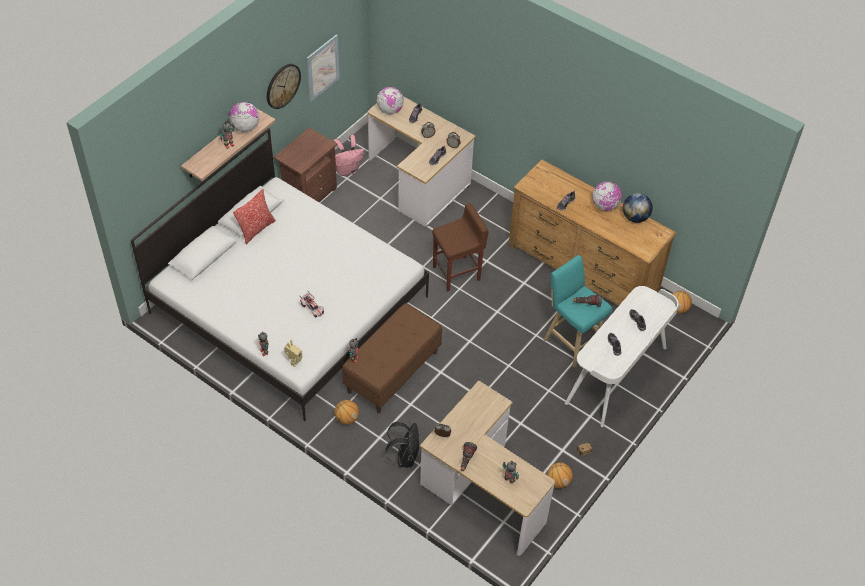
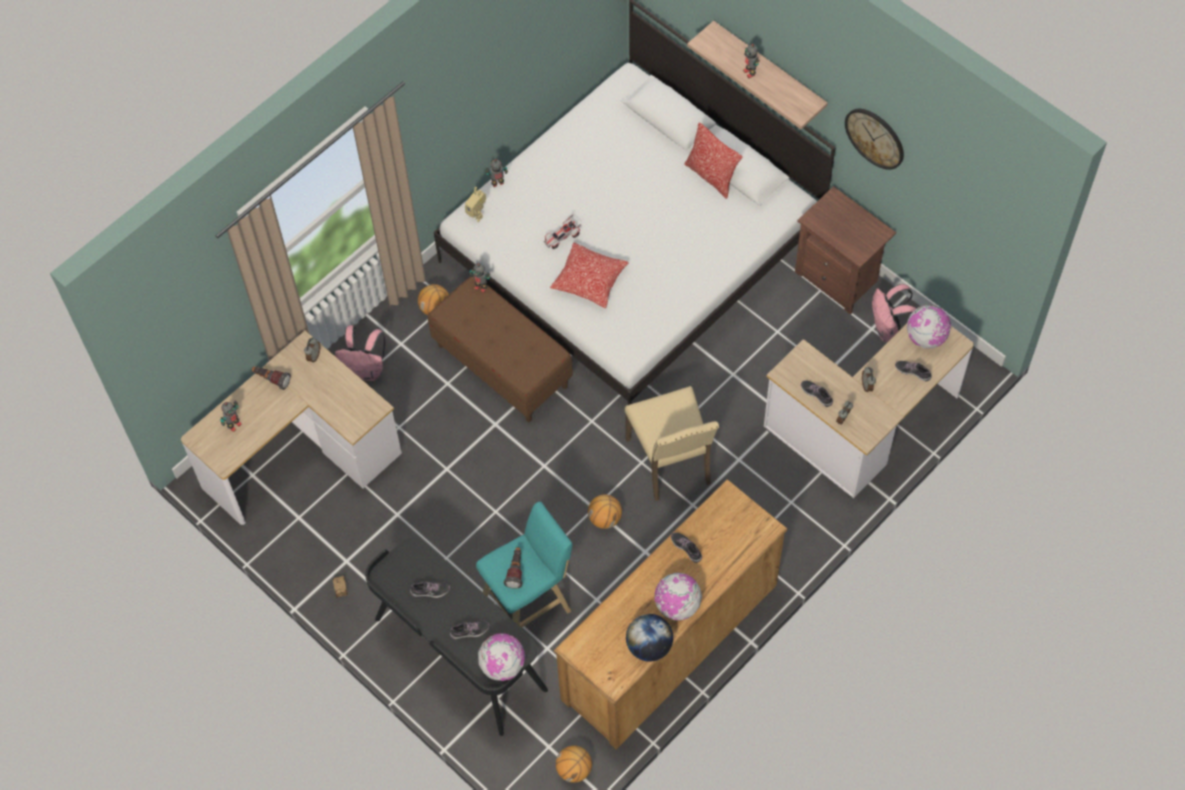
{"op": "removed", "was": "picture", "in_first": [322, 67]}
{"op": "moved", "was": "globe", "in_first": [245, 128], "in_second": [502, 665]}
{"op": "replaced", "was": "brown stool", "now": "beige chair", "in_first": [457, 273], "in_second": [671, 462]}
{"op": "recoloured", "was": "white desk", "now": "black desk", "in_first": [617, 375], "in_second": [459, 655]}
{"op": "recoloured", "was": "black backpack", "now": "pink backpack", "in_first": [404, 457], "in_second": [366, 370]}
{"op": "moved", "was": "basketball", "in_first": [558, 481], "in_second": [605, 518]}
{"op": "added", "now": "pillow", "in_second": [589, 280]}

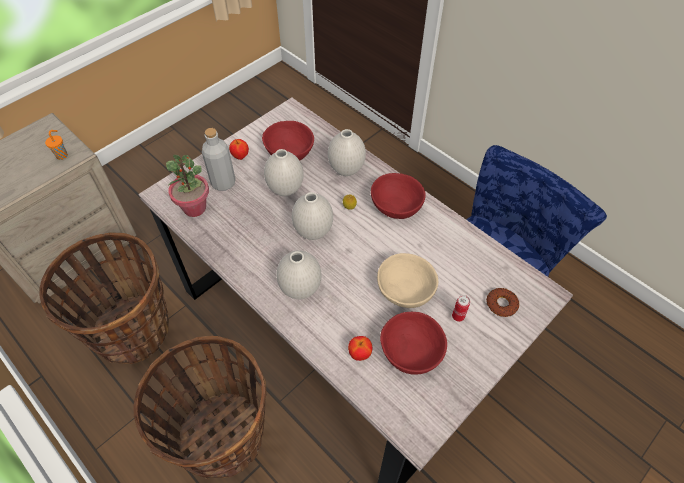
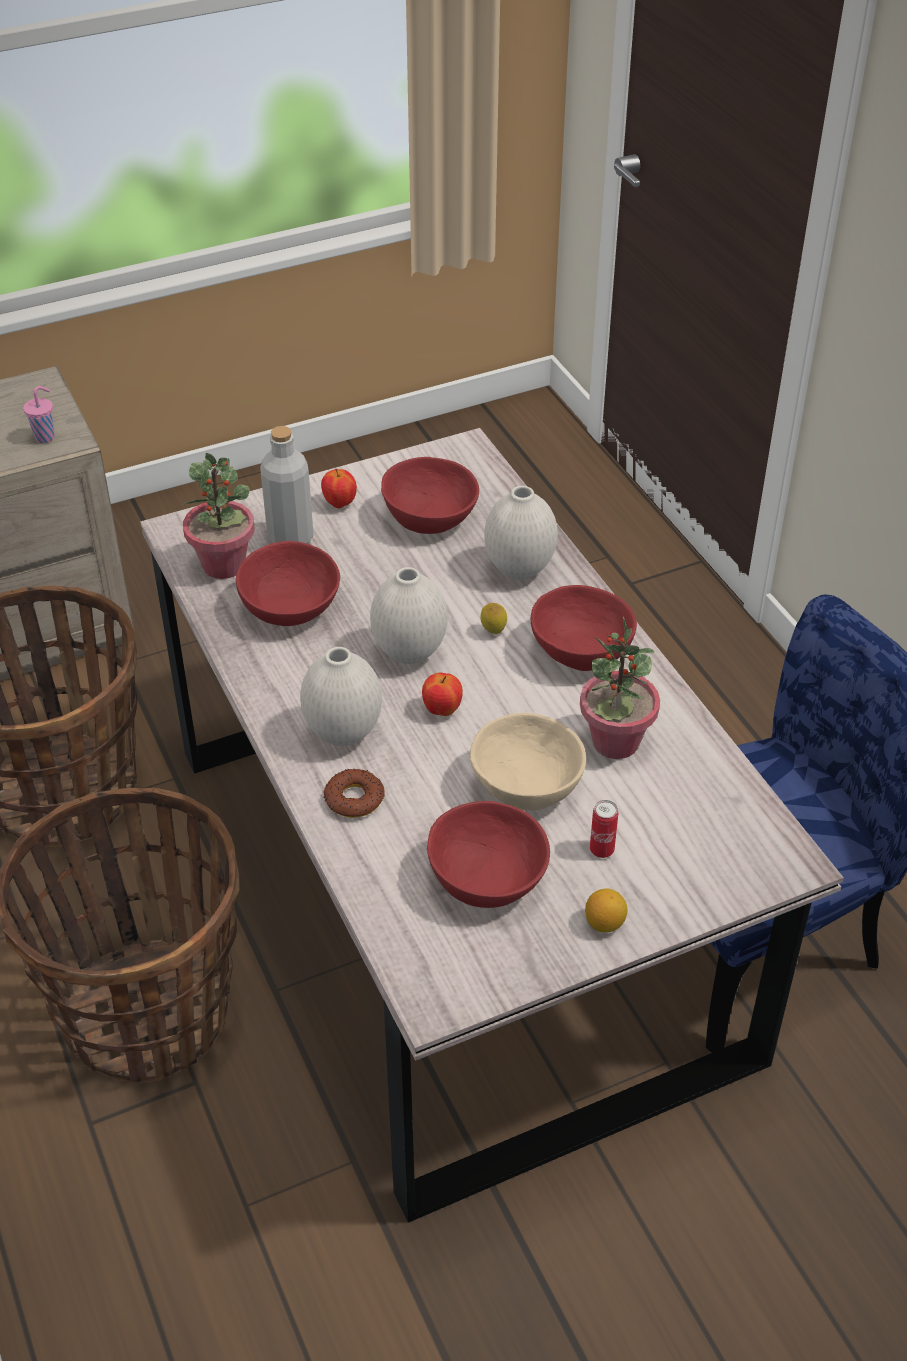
{"op": "recoloured", "was": "orange cup", "now": "pink cup", "in_first": [62, 155], "in_second": [45, 437]}
{"op": "removed", "was": "white vase", "in_first": [285, 190]}
{"op": "moved", "was": "donut", "in_first": [501, 304], "in_second": [354, 798]}
{"op": "moved", "was": "apple", "in_first": [359, 354], "in_second": [442, 710]}
{"op": "added", "now": "red bowl", "in_second": [288, 607]}
{"op": "added", "now": "potted plant", "in_second": [615, 742]}
{"op": "added", "now": "lemon", "in_second": [604, 923]}

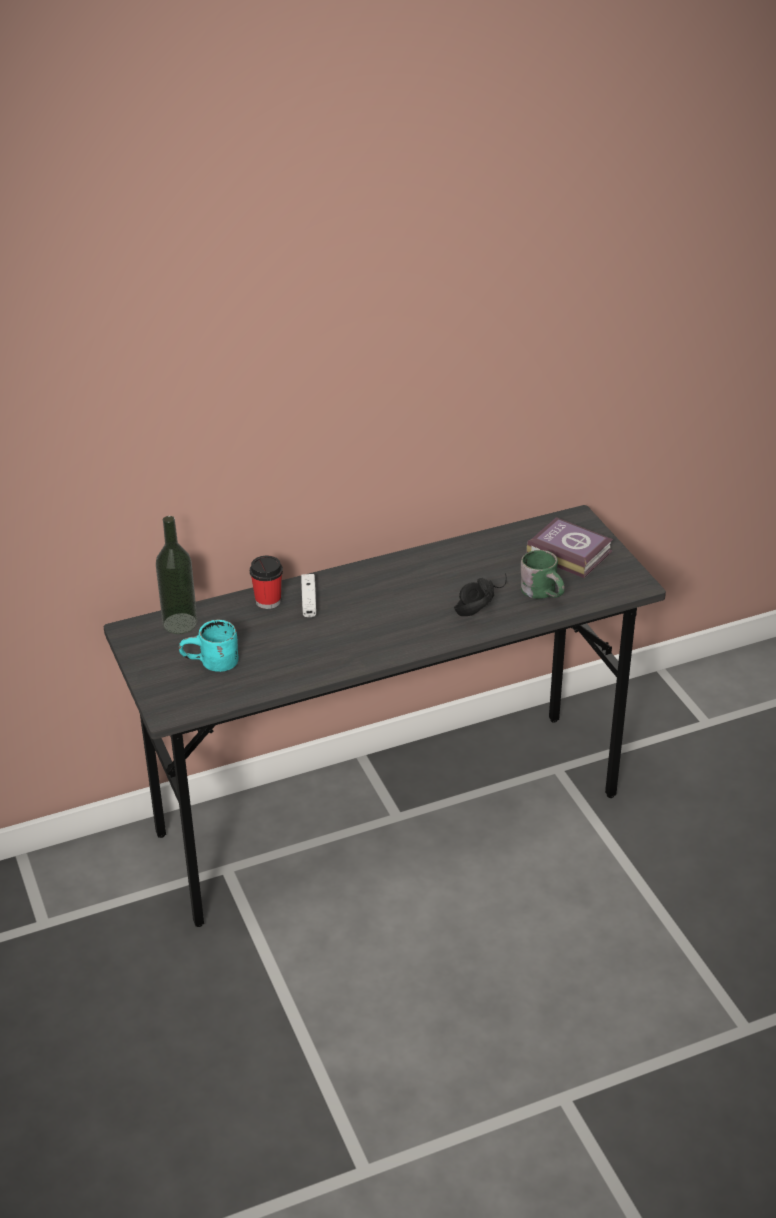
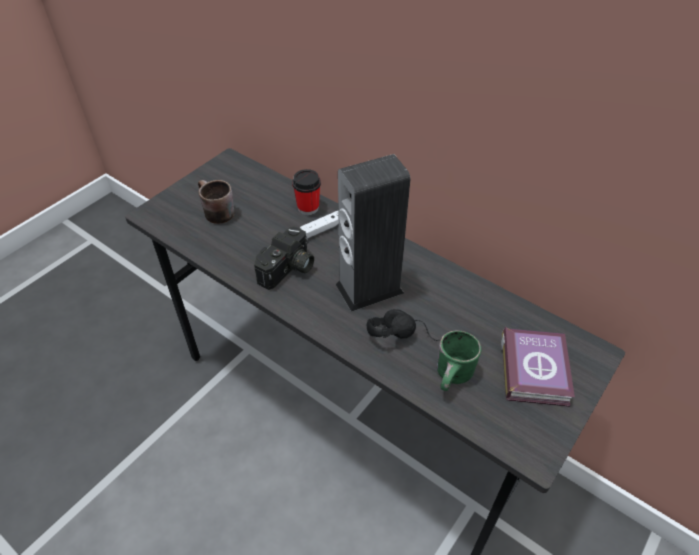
{"op": "removed", "was": "bottle", "in_first": [180, 623]}
{"op": "recoloured", "was": "turquoise mug", "now": "brown mug", "in_first": [212, 665], "in_second": [214, 212]}
{"op": "added", "now": "speaker", "in_second": [369, 288]}
{"op": "added", "now": "photo camera", "in_second": [288, 270]}

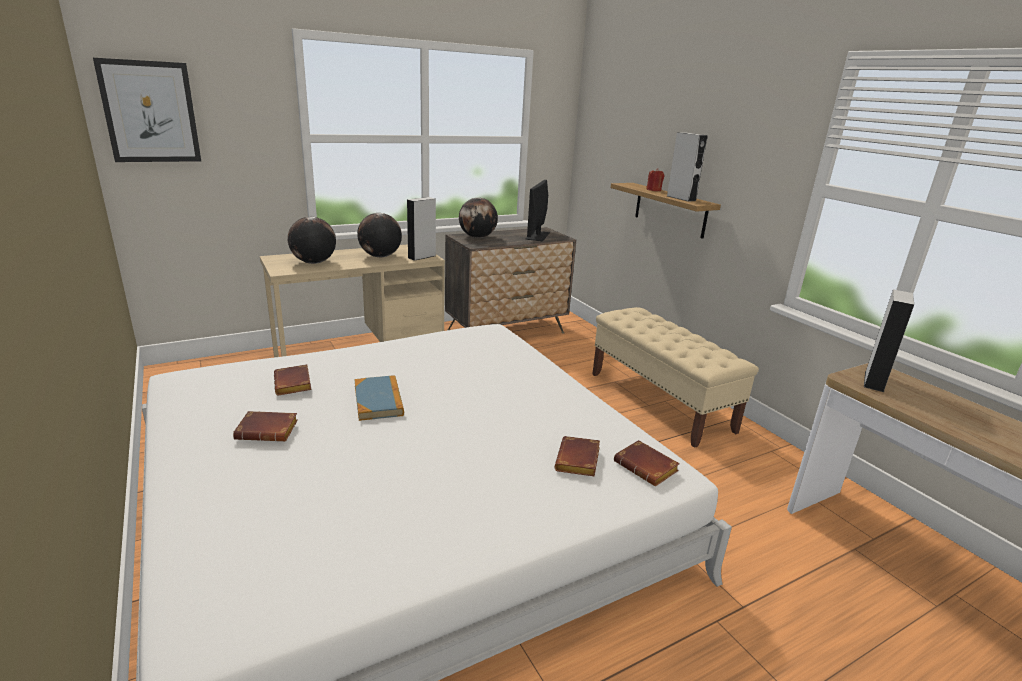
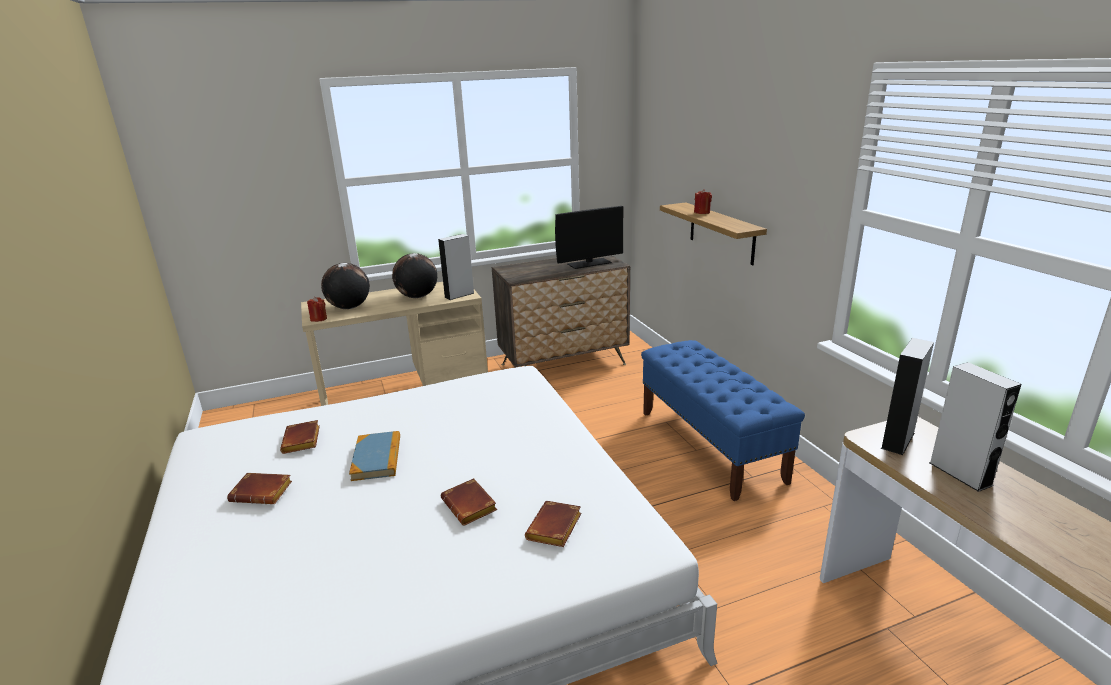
{"op": "removed", "was": "picture", "in_first": [150, 112]}
{"op": "moved", "was": "grey speaker", "in_first": [681, 198], "in_second": [960, 474]}
{"op": "turned", "was": "monitor", "in_first": [537, 236], "in_second": [589, 263], "clockwise": -135}
{"op": "removed", "was": "globe", "in_first": [477, 237]}
{"op": "recoloured", "was": "beige bench", "now": "blue bench", "in_first": [660, 401], "in_second": [710, 445]}
{"op": "moved", "was": "brown book", "in_first": [647, 468], "in_second": [471, 506]}
{"op": "added", "now": "red candle", "in_second": [318, 319]}

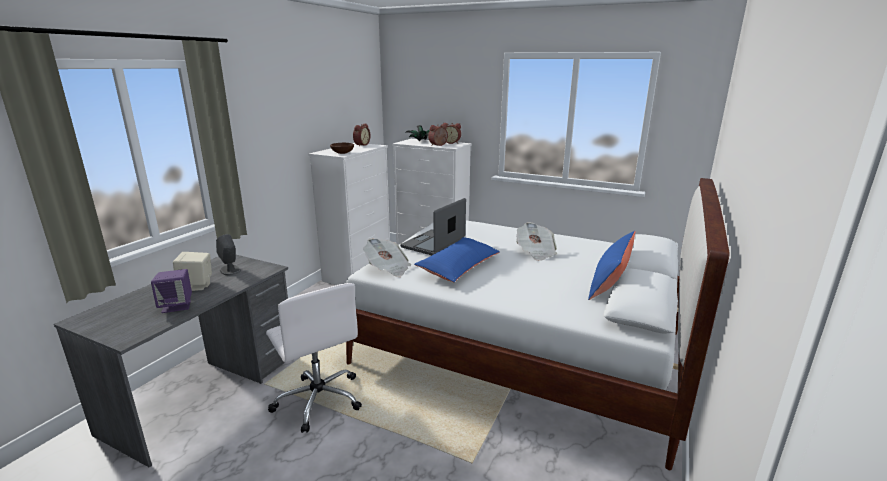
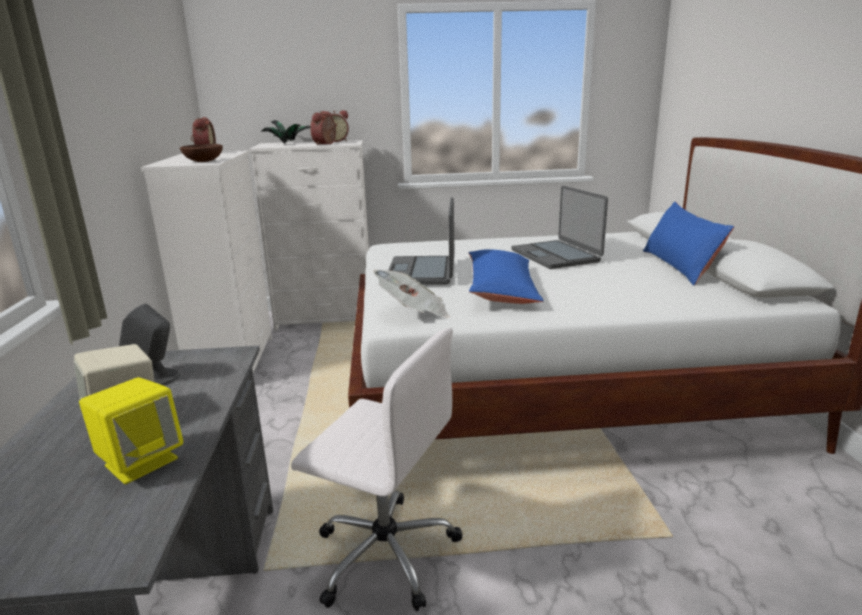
{"op": "replaced", "was": "newspaper", "now": "laptop", "in_first": [535, 252], "in_second": [556, 256]}
{"op": "recoloured", "was": "purple speaker", "now": "yellow speaker", "in_first": [177, 306], "in_second": [141, 461]}

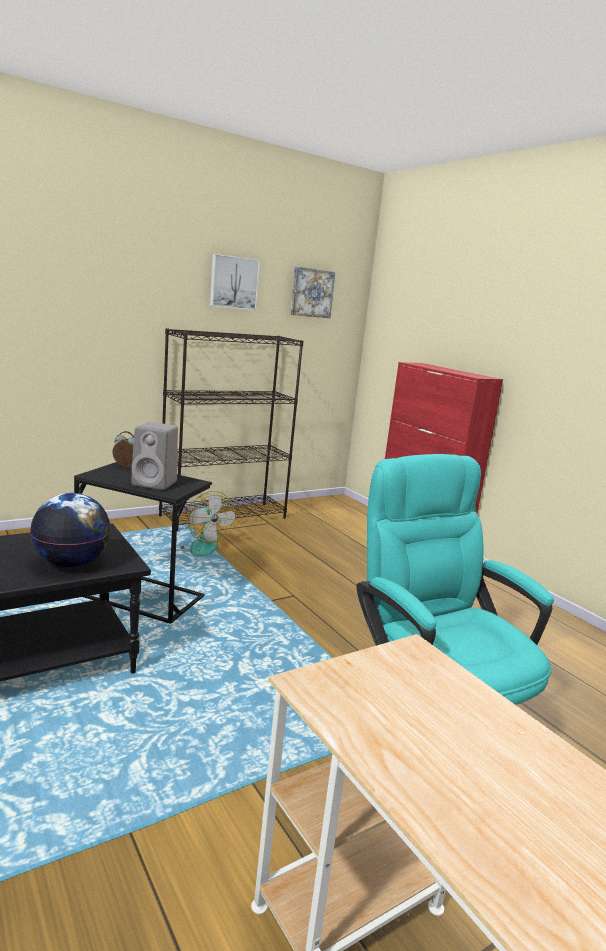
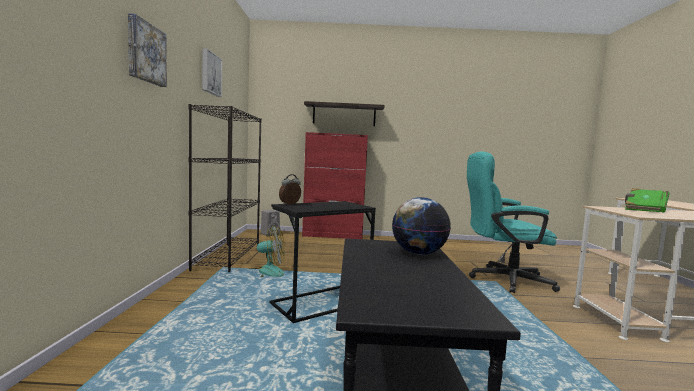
{"op": "moved", "was": "picture", "in_first": [311, 293], "in_second": [145, 53]}
{"op": "moved", "was": "grey speaker", "in_first": [156, 484], "in_second": [270, 234]}
{"op": "added", "now": "shelf", "in_second": [344, 115]}
{"op": "added", "now": "green book", "in_second": [644, 209]}

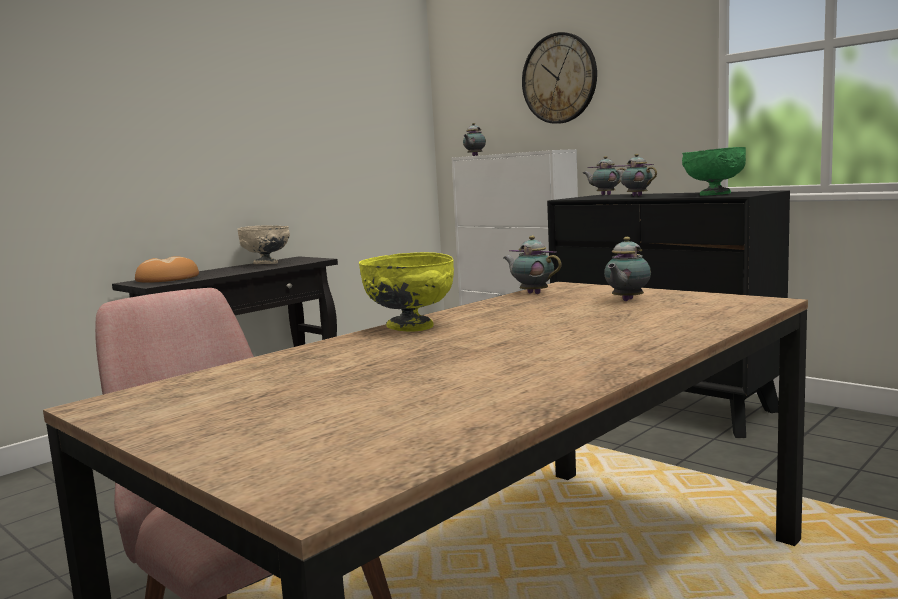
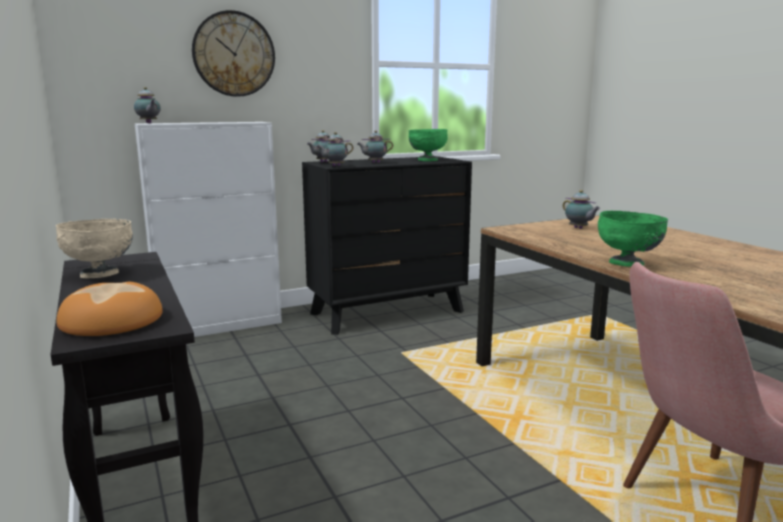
{"op": "moved", "was": "teapot", "in_first": [532, 293], "in_second": [335, 166]}
{"op": "recoloured", "was": "yellow bowl", "now": "green bowl", "in_first": [410, 327], "in_second": [627, 264]}

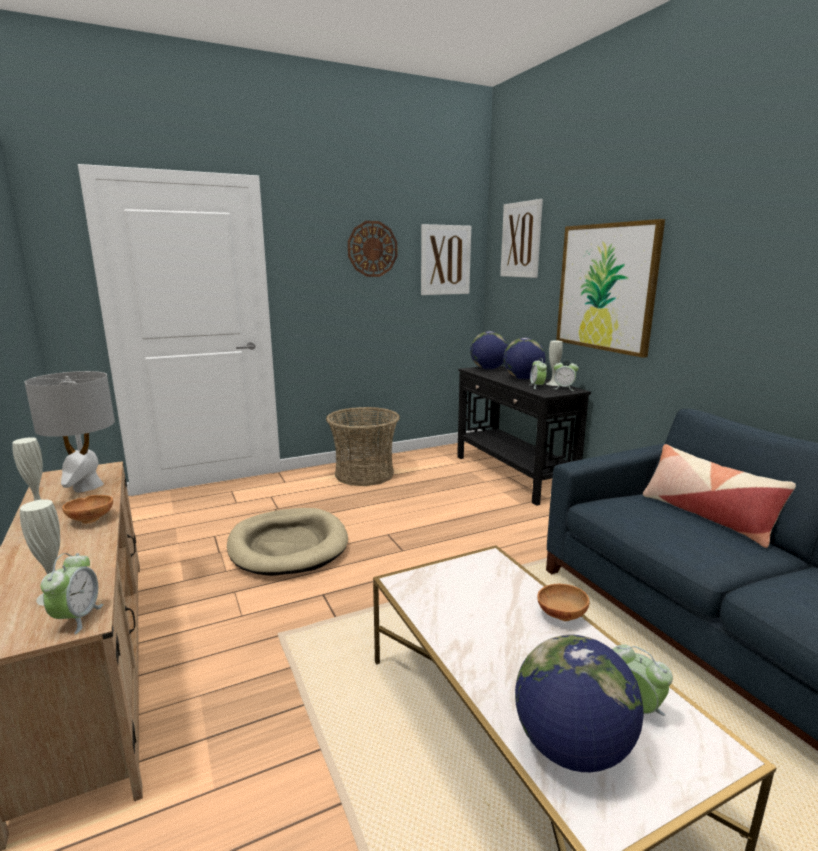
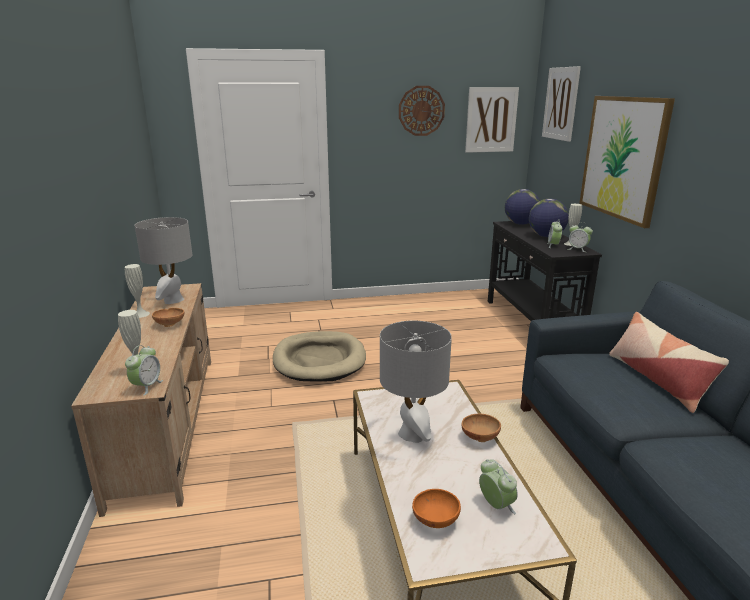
{"op": "removed", "was": "basket", "in_first": [364, 474]}
{"op": "replaced", "was": "globe", "now": "orange bowl", "in_first": [571, 748], "in_second": [435, 519]}
{"op": "added", "now": "grey table lamp", "in_second": [412, 434]}

